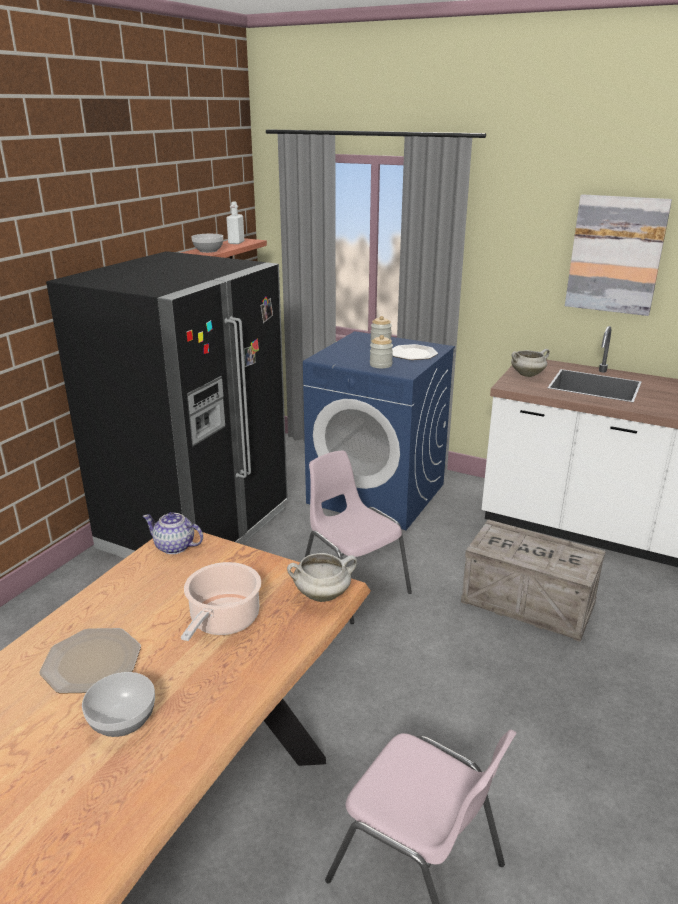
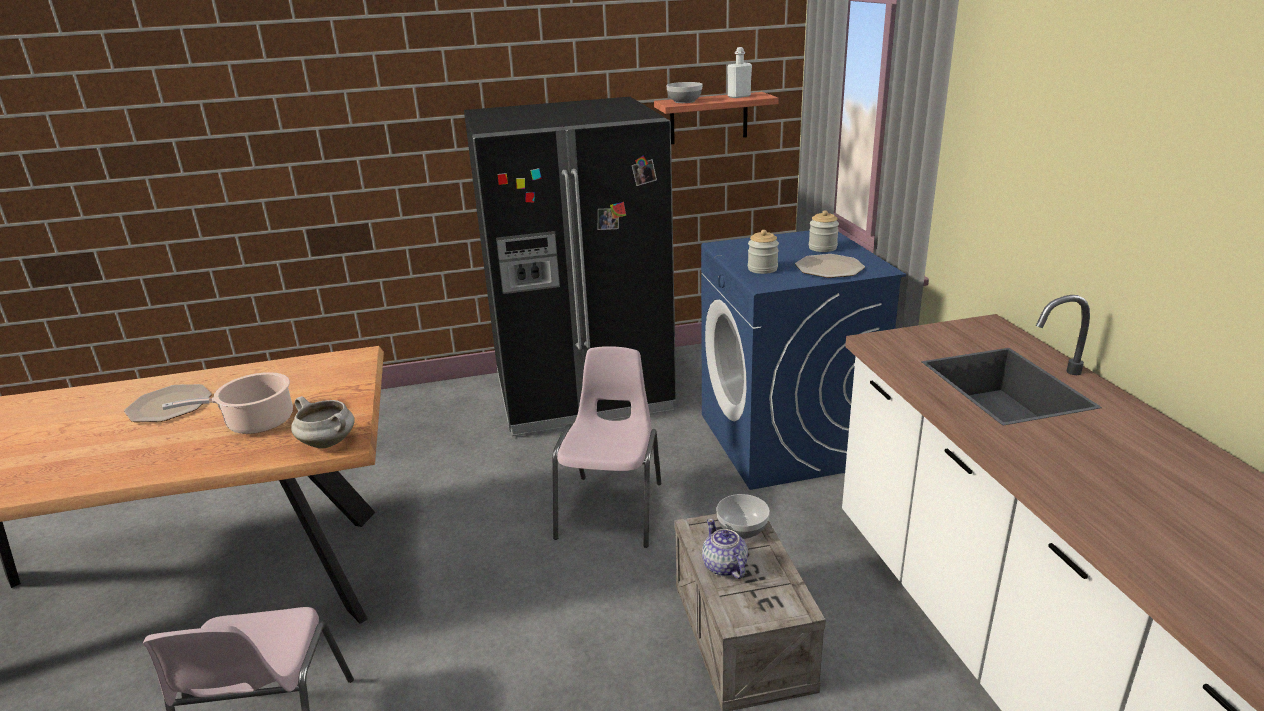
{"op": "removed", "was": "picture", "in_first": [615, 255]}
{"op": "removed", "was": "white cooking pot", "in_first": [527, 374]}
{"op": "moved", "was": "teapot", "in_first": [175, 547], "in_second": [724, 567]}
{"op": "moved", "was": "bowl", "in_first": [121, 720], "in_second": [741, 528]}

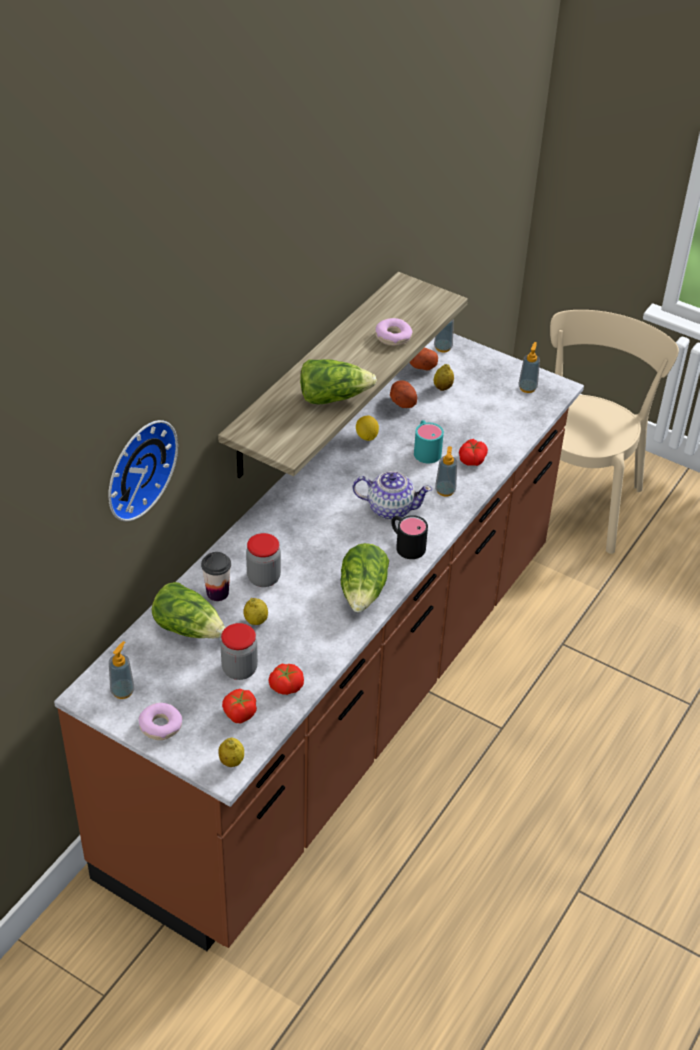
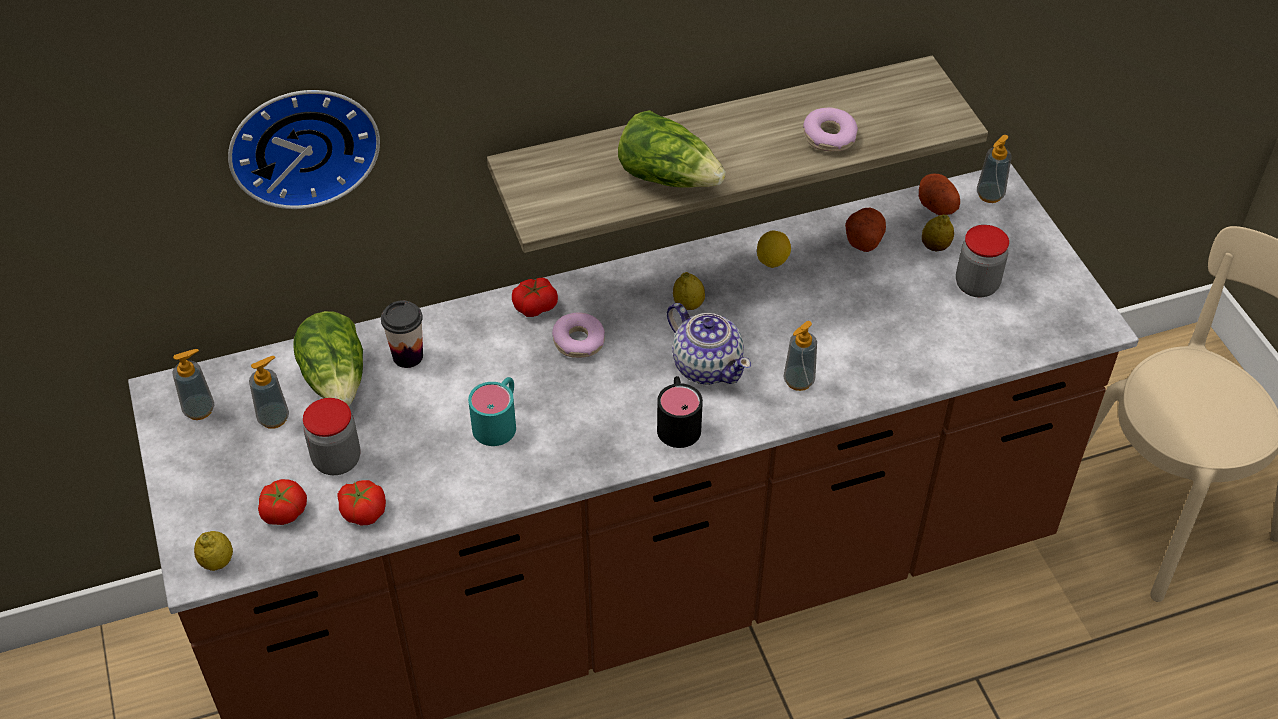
{"op": "moved", "was": "soap dispenser", "in_first": [527, 388], "in_second": [274, 418]}
{"op": "moved", "was": "turquoise mug", "in_first": [425, 449], "in_second": [499, 421]}
{"op": "moved", "was": "tomato", "in_first": [472, 459], "in_second": [535, 305]}
{"op": "moved", "was": "jar", "in_first": [263, 578], "in_second": [976, 285]}
{"op": "removed", "was": "lettuce", "in_first": [363, 592]}
{"op": "moved", "was": "lemon", "in_first": [256, 621], "in_second": [688, 305]}
{"op": "moved", "was": "donut", "in_first": [161, 726], "in_second": [578, 342]}

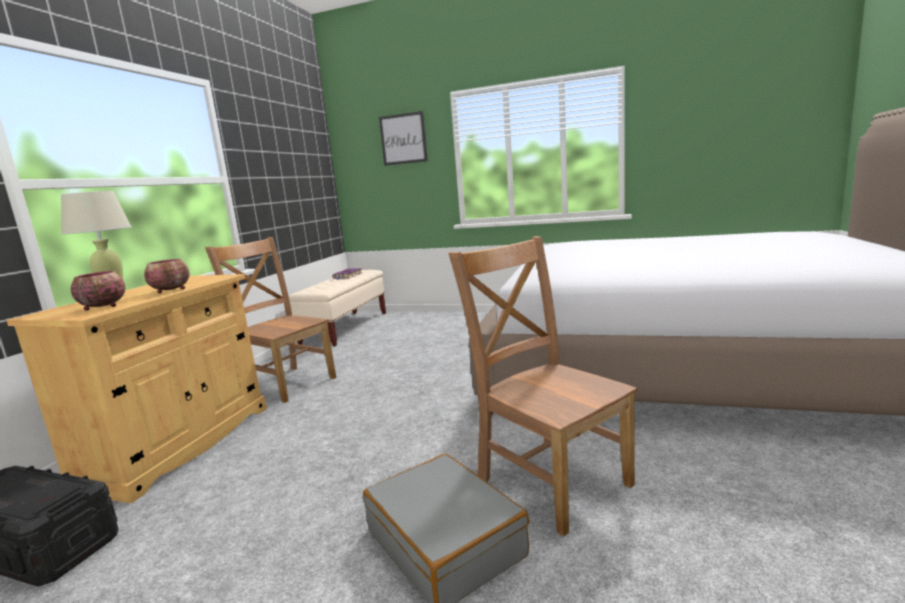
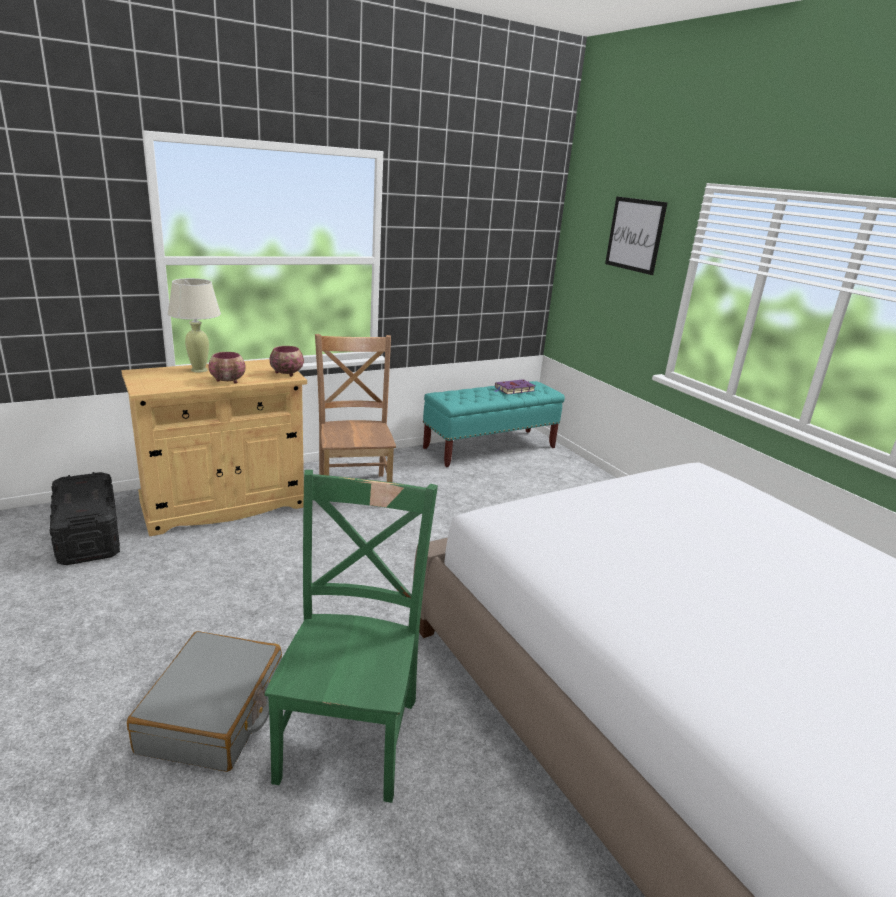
{"op": "recoloured", "was": "brown chair", "now": "green chair", "in_first": [549, 478], "in_second": [351, 733]}
{"op": "recoloured", "was": "beige bench", "now": "turquoise bench", "in_first": [346, 328], "in_second": [490, 448]}
{"op": "moved", "was": "bowl", "in_first": [103, 307], "in_second": [287, 373]}

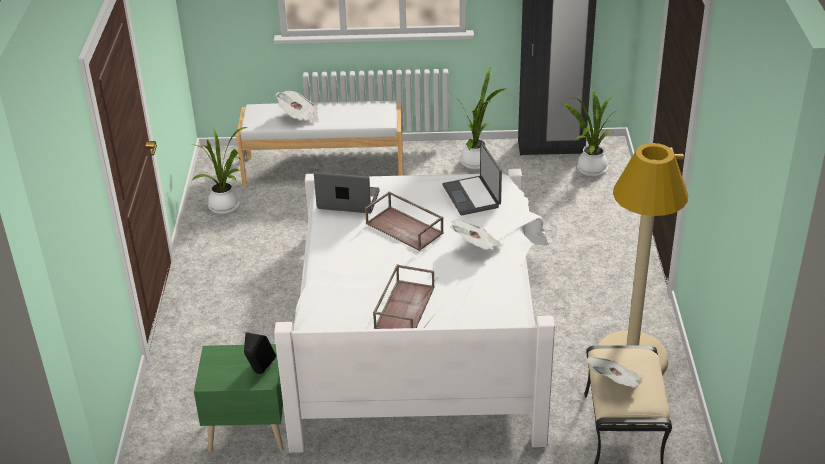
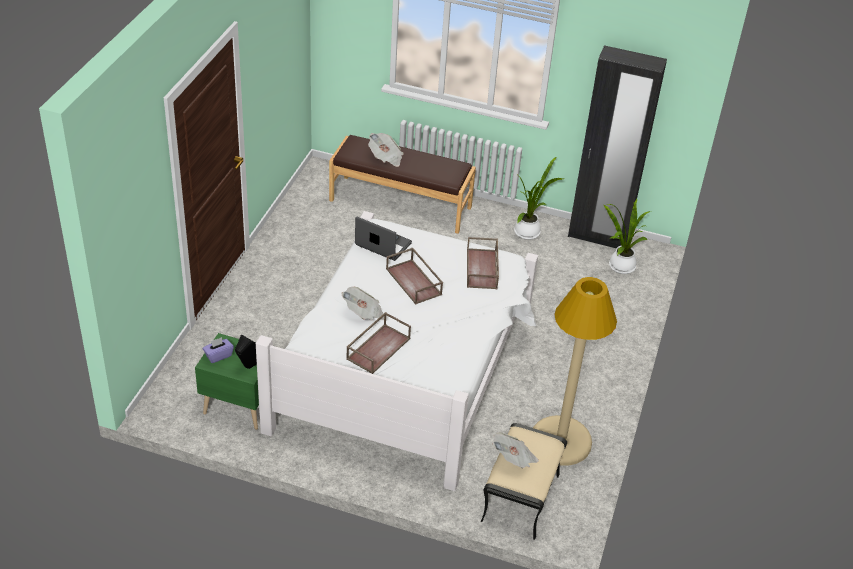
{"op": "recoloured", "was": "white bench", "now": "brown bench", "in_first": [324, 168], "in_second": [400, 203]}
{"op": "removed", "was": "potted plant", "in_first": [226, 206]}
{"op": "replaced", "was": "laptop", "now": "brown tray", "in_first": [472, 196], "in_second": [482, 269]}
{"op": "moved", "was": "newspaper", "in_first": [476, 246], "in_second": [364, 313]}
{"op": "added", "now": "purple tissue box", "in_second": [218, 355]}

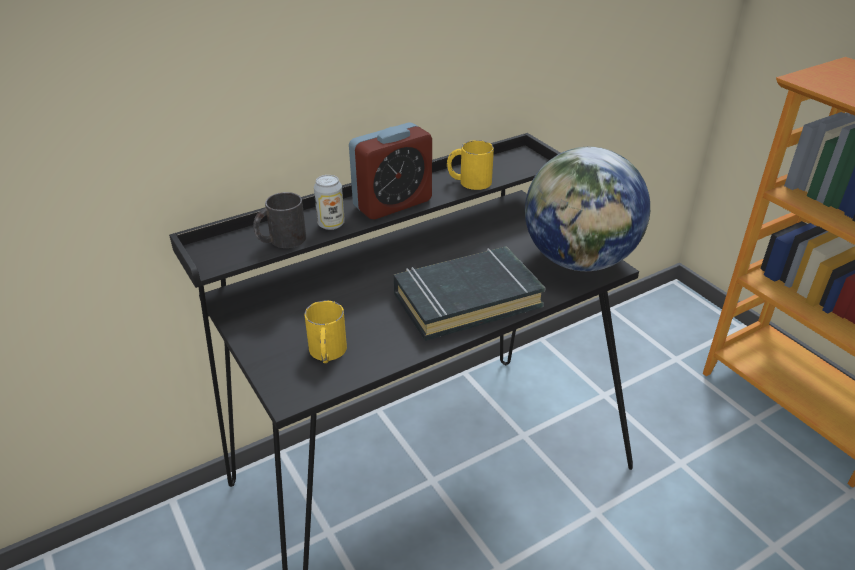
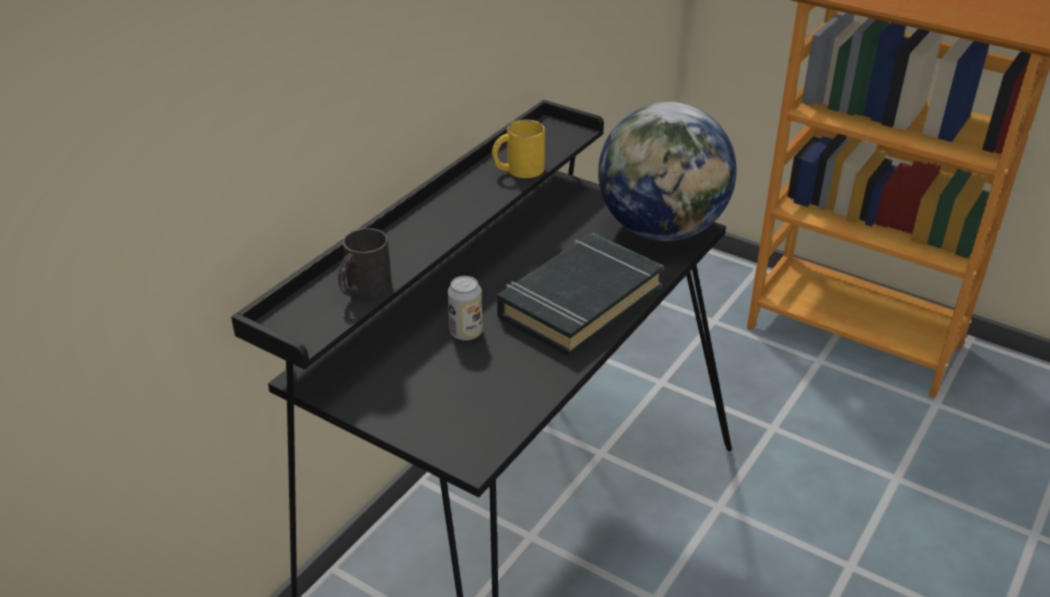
{"op": "removed", "was": "alarm clock", "in_first": [392, 203]}
{"op": "moved", "was": "can", "in_first": [331, 224], "in_second": [466, 332]}
{"op": "removed", "was": "yellow mug", "in_first": [327, 353]}

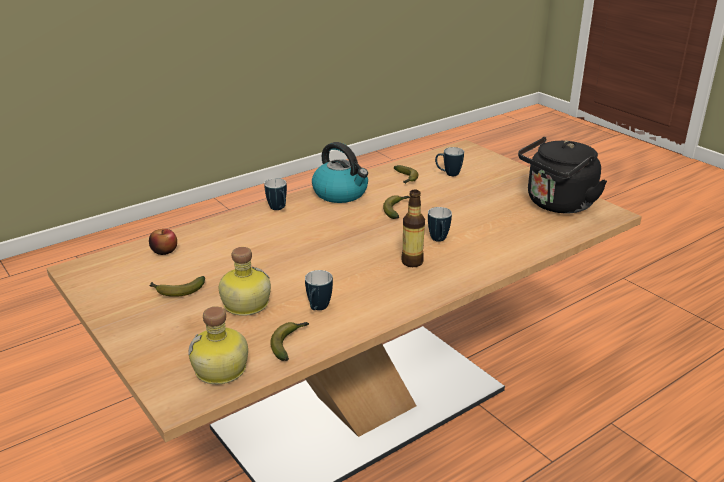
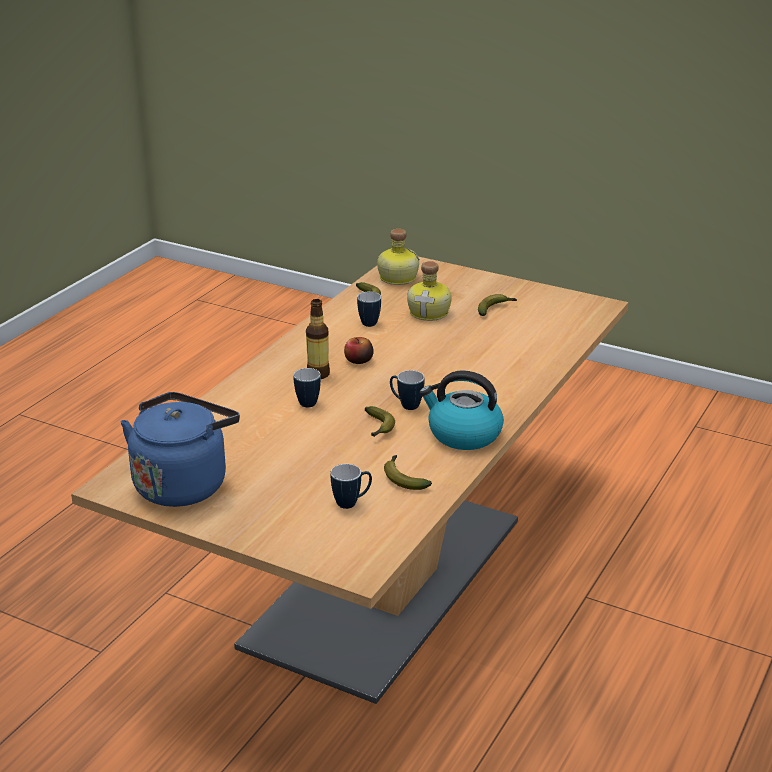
{"op": "recoloured", "was": "black kettle", "now": "blue kettle", "in_first": [557, 205], "in_second": [183, 483]}
{"op": "moved", "was": "mug", "in_first": [279, 209], "in_second": [405, 405]}
{"op": "moved", "was": "apple", "in_first": [164, 251], "in_second": [358, 360]}

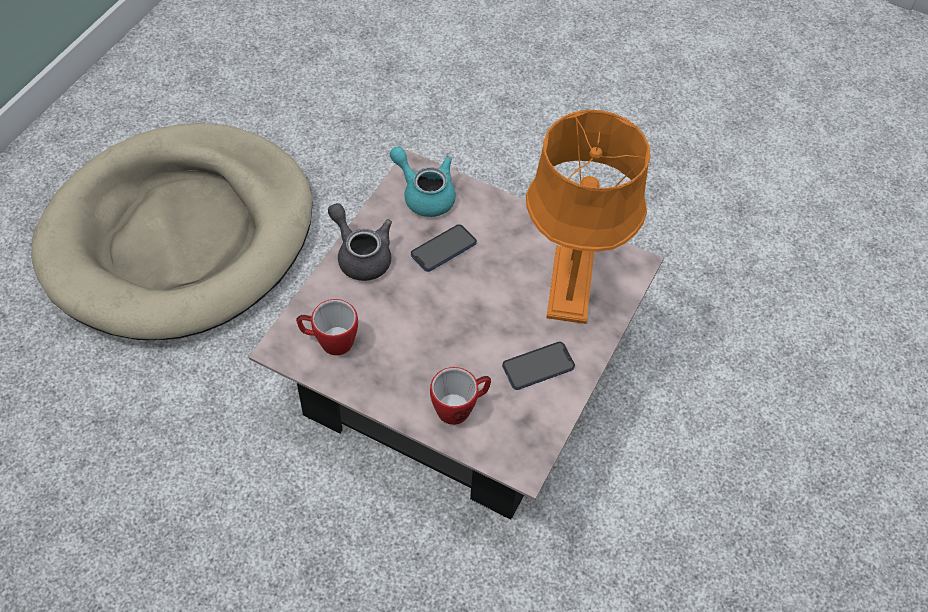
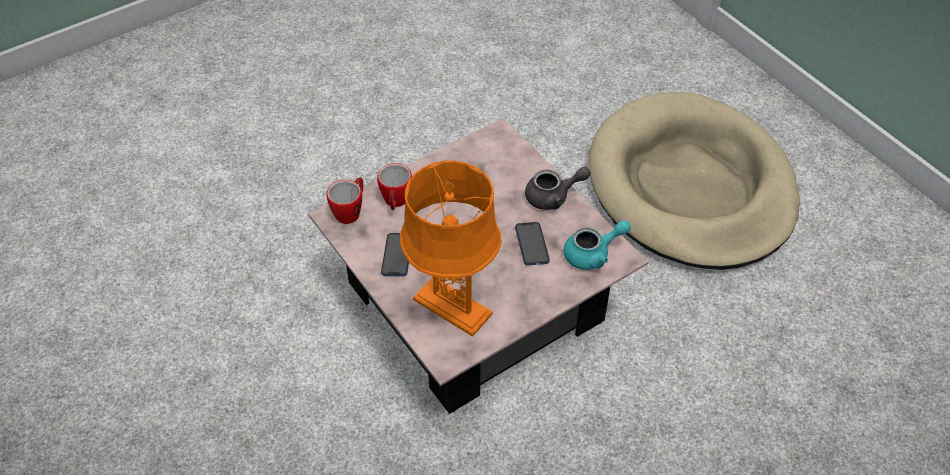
{"op": "moved", "was": "mug", "in_first": [329, 341], "in_second": [350, 211]}

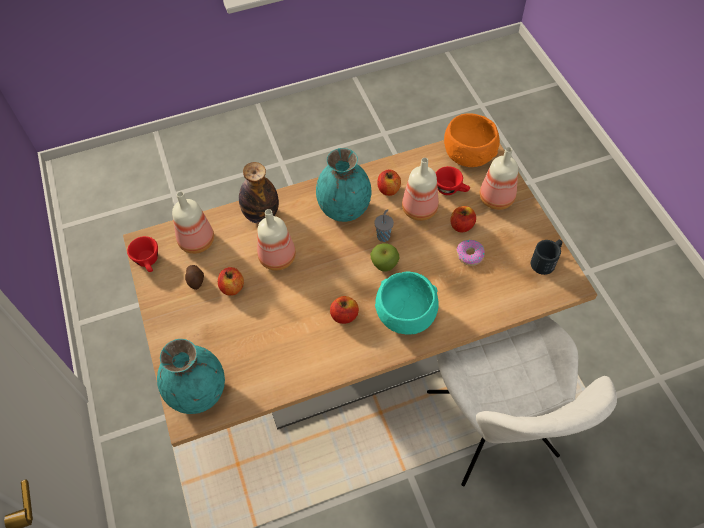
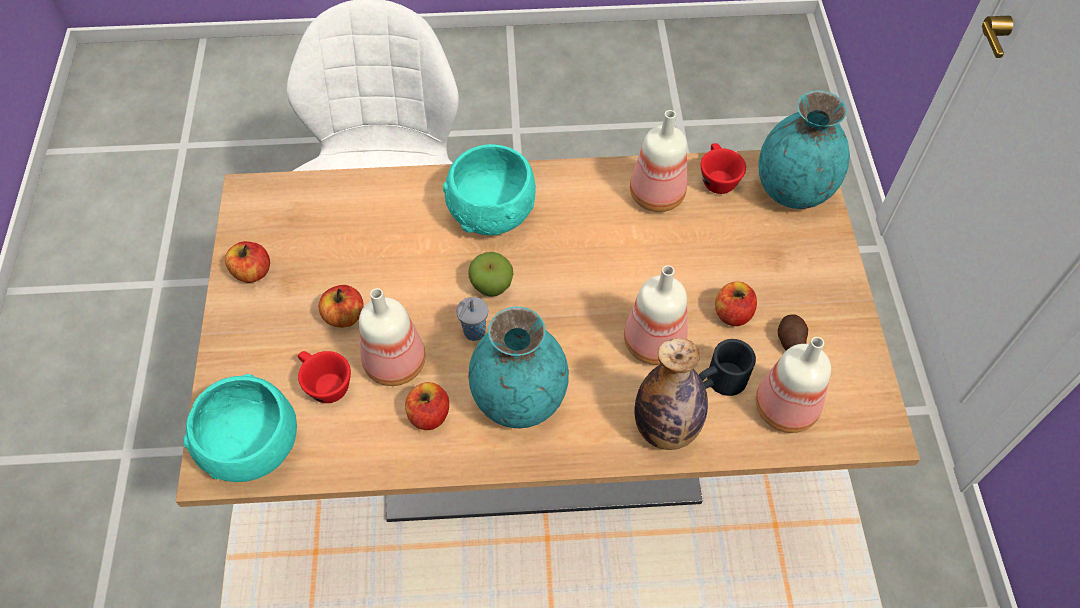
{"op": "recoloured", "was": "orange bowl", "now": "turquoise bowl", "in_first": [468, 154], "in_second": [252, 447]}
{"op": "moved", "was": "bottle", "in_first": [495, 198], "in_second": [657, 196]}
{"op": "moved", "was": "red cup", "in_first": [149, 262], "in_second": [716, 178]}
{"op": "removed", "was": "donut", "in_first": [469, 255]}
{"op": "moved", "was": "black mug", "in_first": [546, 261], "in_second": [719, 381]}
{"op": "moved", "was": "apple", "in_first": [344, 315], "in_second": [252, 272]}

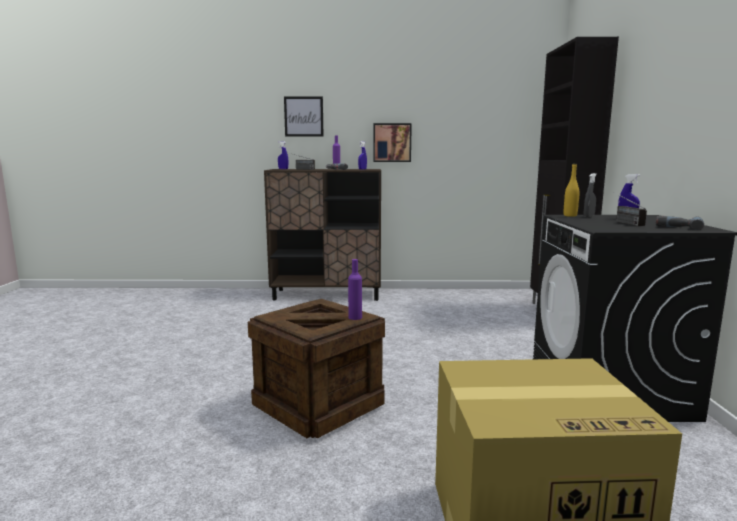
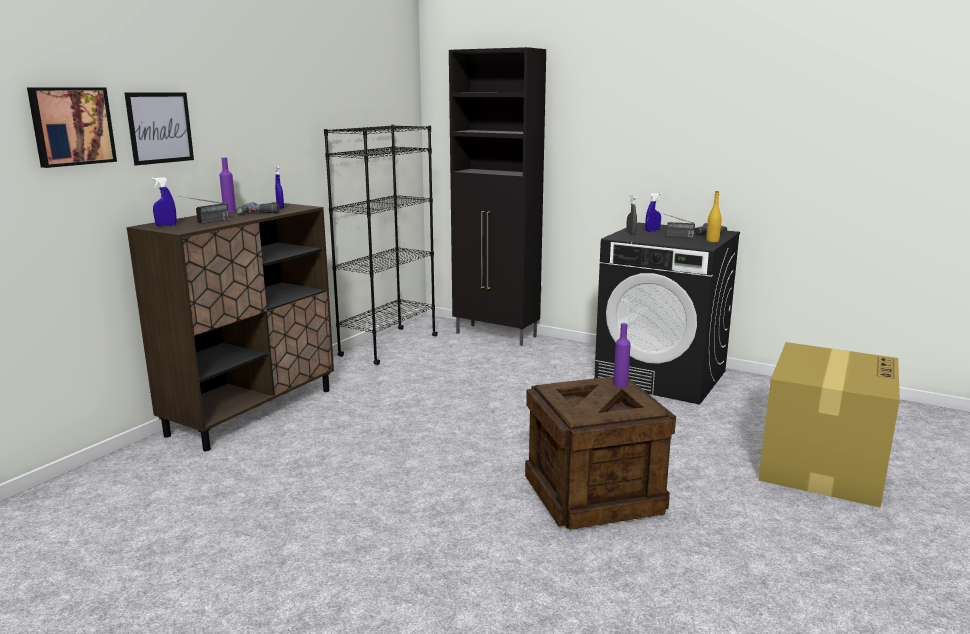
{"op": "moved", "was": "picture", "in_first": [392, 142], "in_second": [71, 126]}
{"op": "moved", "was": "yellow bottle", "in_first": [570, 215], "in_second": [712, 241]}
{"op": "added", "now": "black bookcase", "in_second": [388, 346]}

